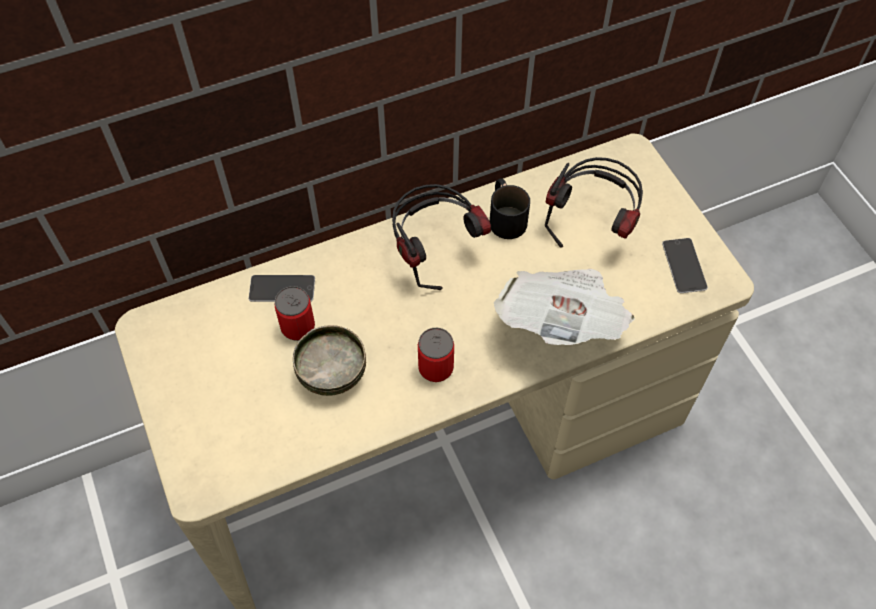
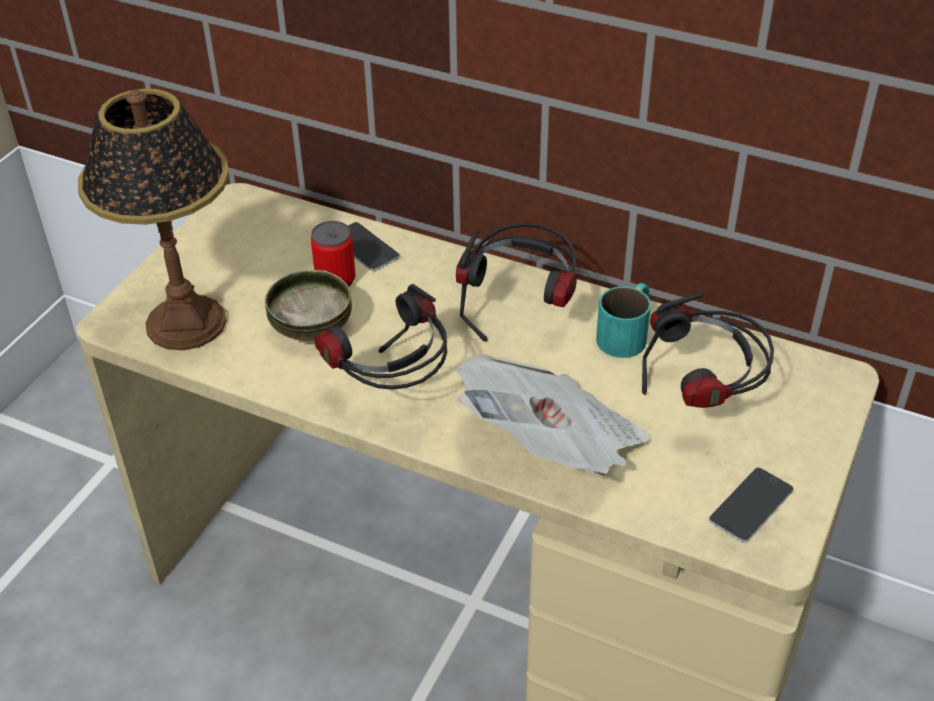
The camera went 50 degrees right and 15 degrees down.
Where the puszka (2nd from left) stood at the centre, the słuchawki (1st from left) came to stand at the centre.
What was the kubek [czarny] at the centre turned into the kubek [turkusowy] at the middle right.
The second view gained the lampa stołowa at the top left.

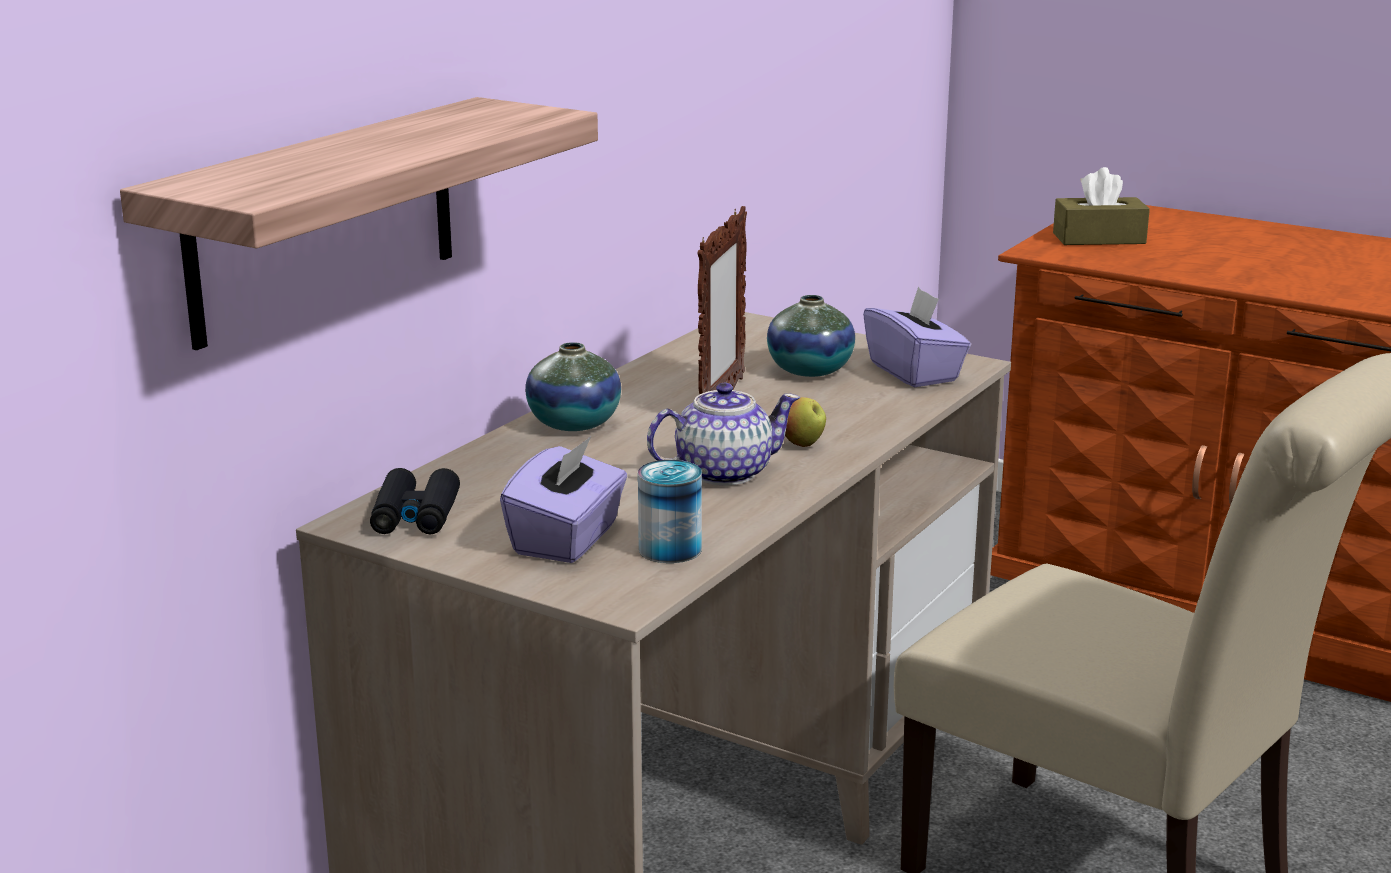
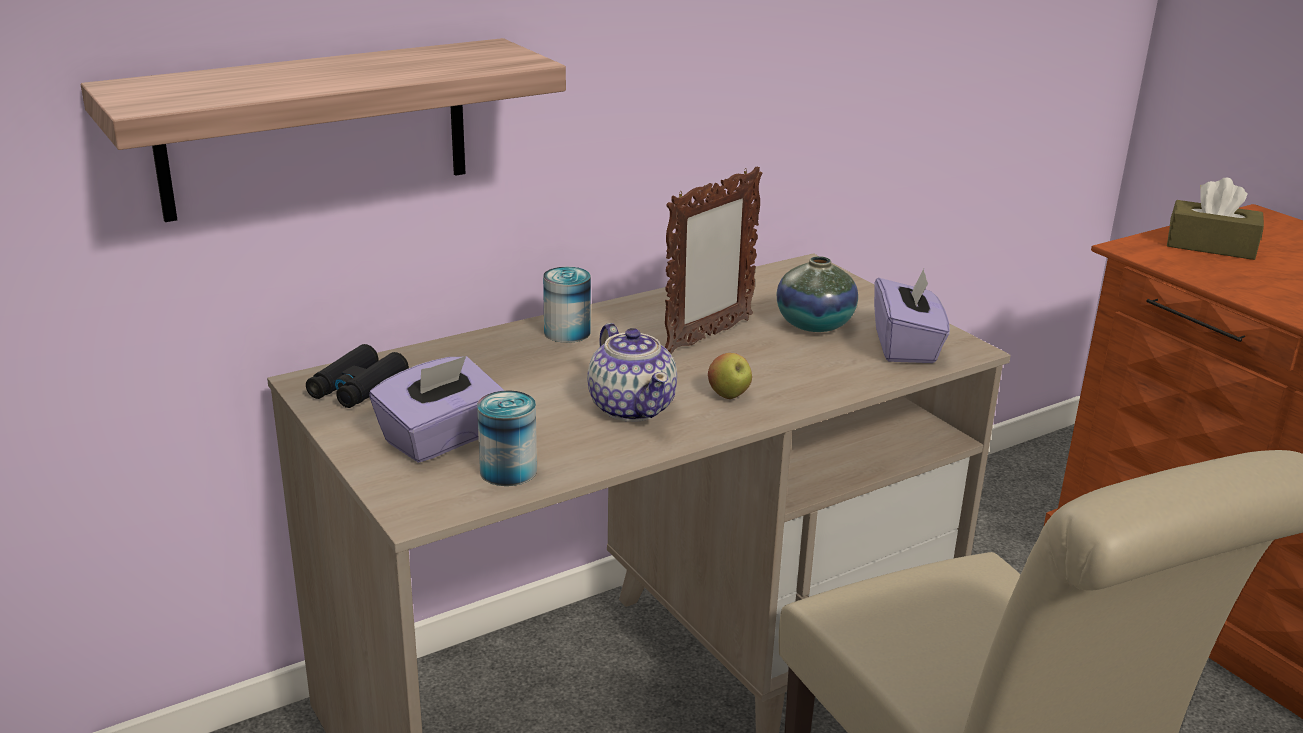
The camera went 25 degrees right and 5 degrees up.
Where the wazon (1st from left) stood at the centre, the puszka (2nd from left) came to stand at the centre.
The imbryk at the centre ended up facing another way, 60 degrees clockwise from before.

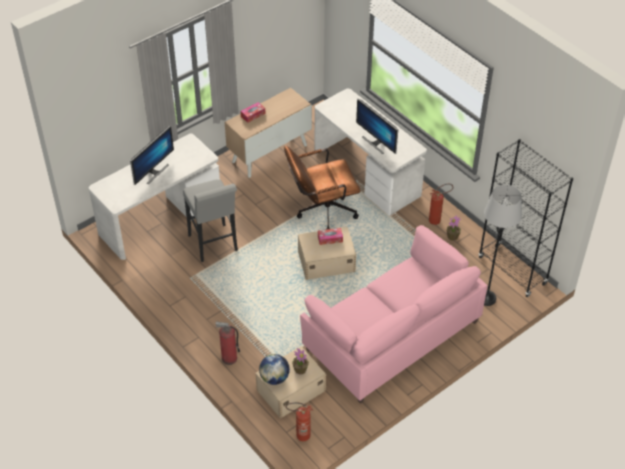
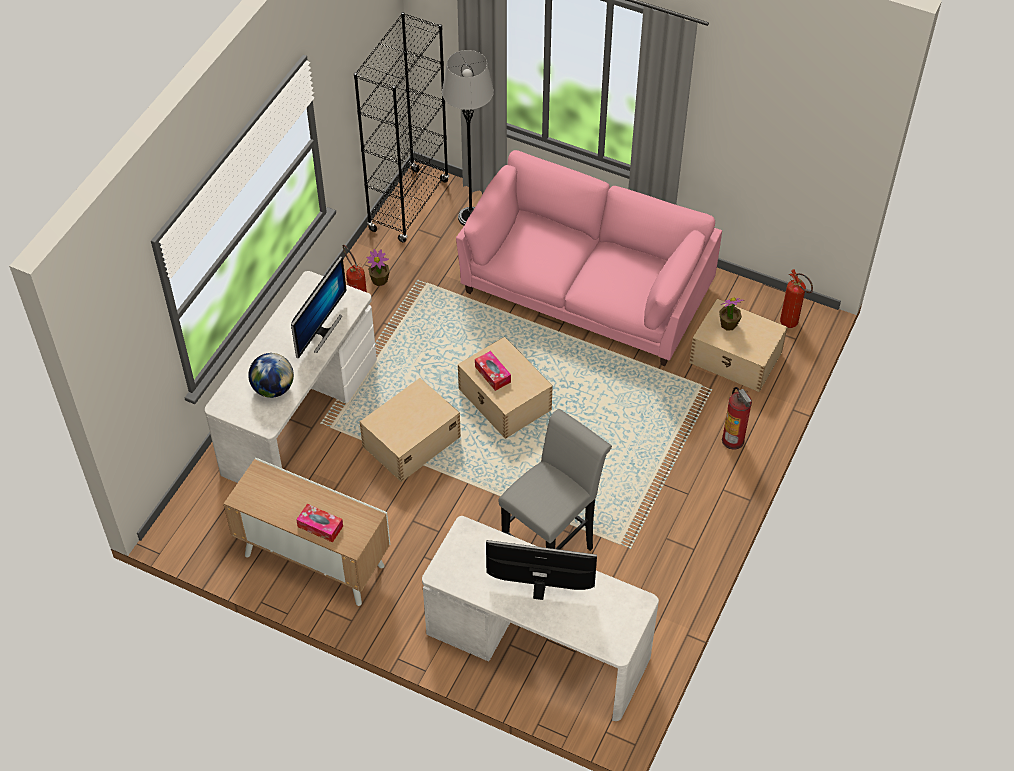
The camera went 115 degrees left and 5 degrees up.
The globus ended up elsewhere, having gone from the bottom centre to the middle left.
Where the krzesło biurowe [brązowy] stood at the centre, the pojemnik do przechowywania [beżowy] (1st from left) came to stand at the centre.

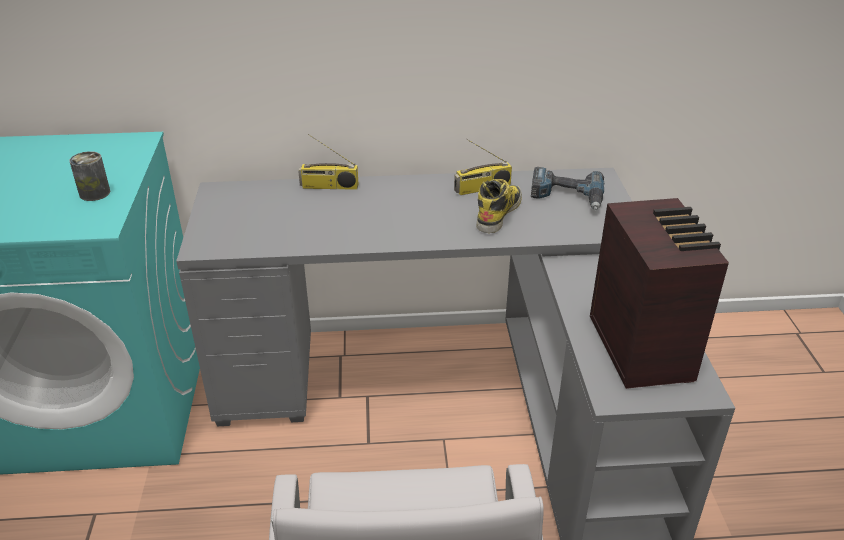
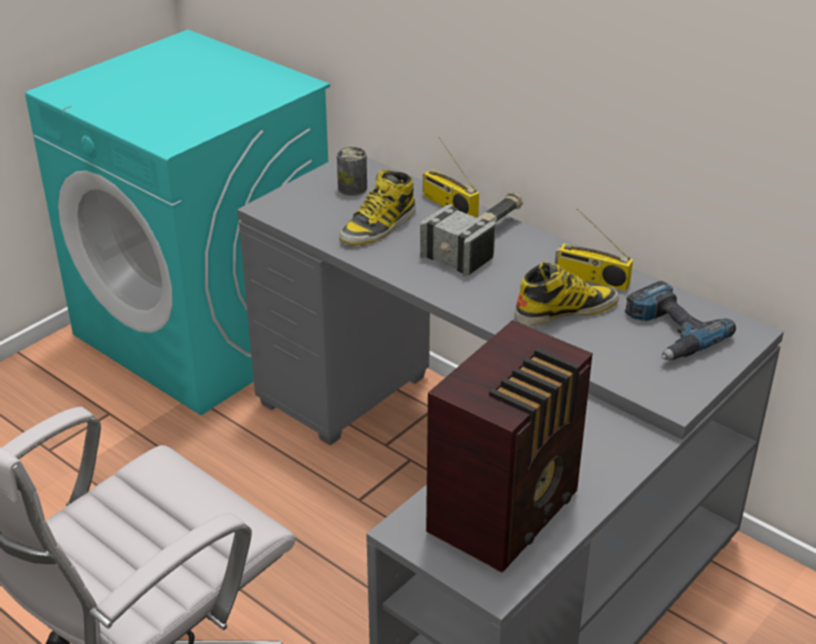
The camera went 45 degrees right and 0 degrees up.
The puszka ended up elsewhere, having gone from the top left to the top centre.
The second view gained the but z cholewką (1st from left) at the top centre.
The second view gained the młotek at the centre.

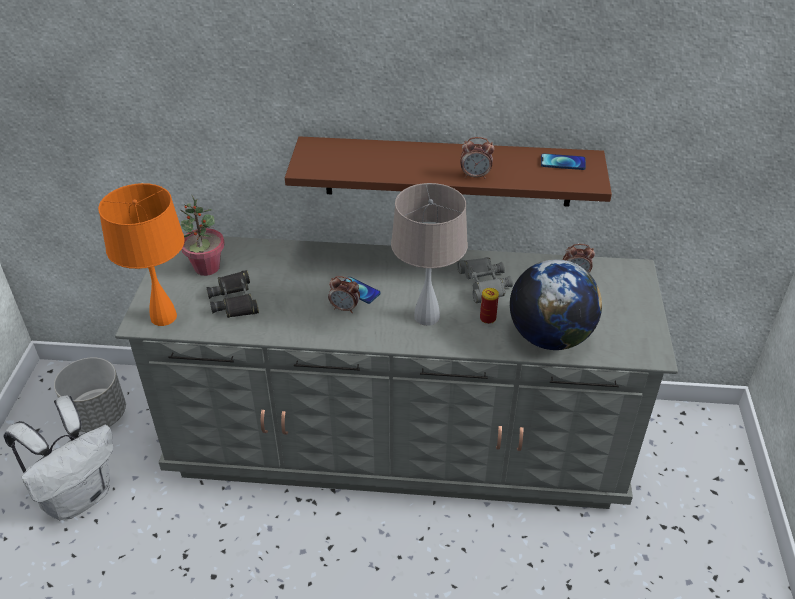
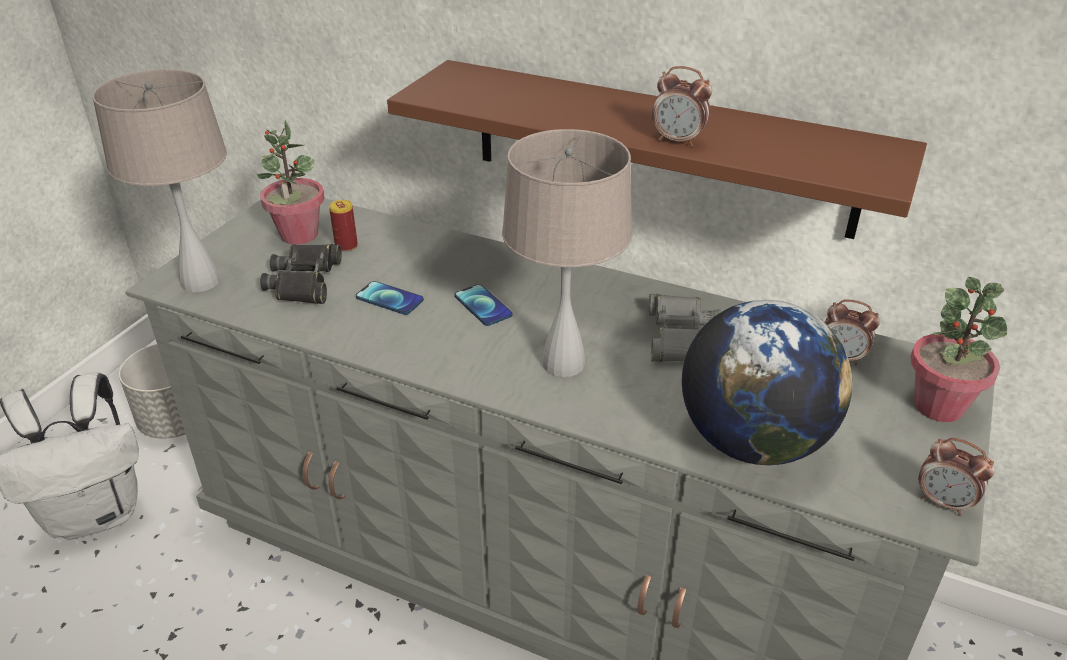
The camera went 20 degrees right and 5 degrees down.
What was the lampa stołowa [pomarańczowy] at the middle left turned into the lampa stołowa [beżowy] (1st from left) at the top left.
The budzik (1st from left in the first image) ended up elsewhere, having gone from the centre to the bottom right.
The puszka ended up elsewhere, having gone from the centre to the middle left.
The telefon (2nd from left in the first image) ended up elsewhere, having gone from the top right to the centre.
The second view gained the roślina doniczkowa (2nd from left) at the middle right.

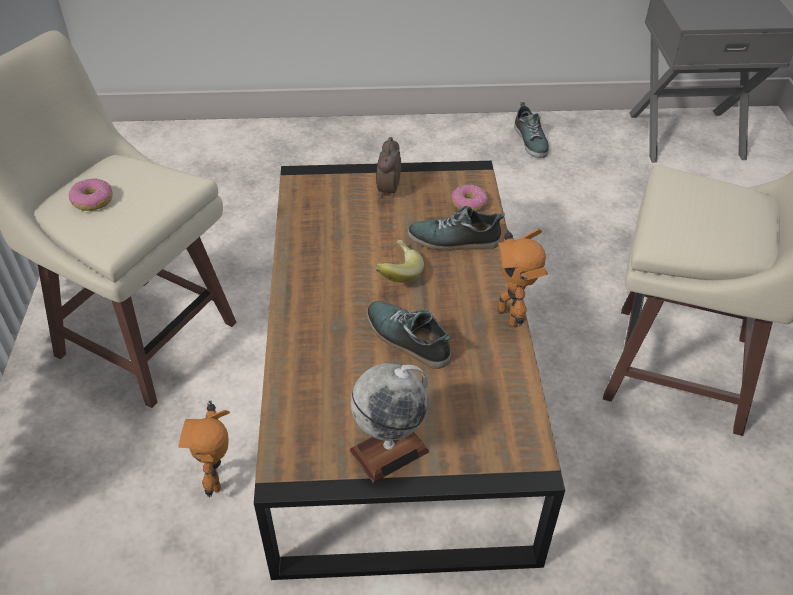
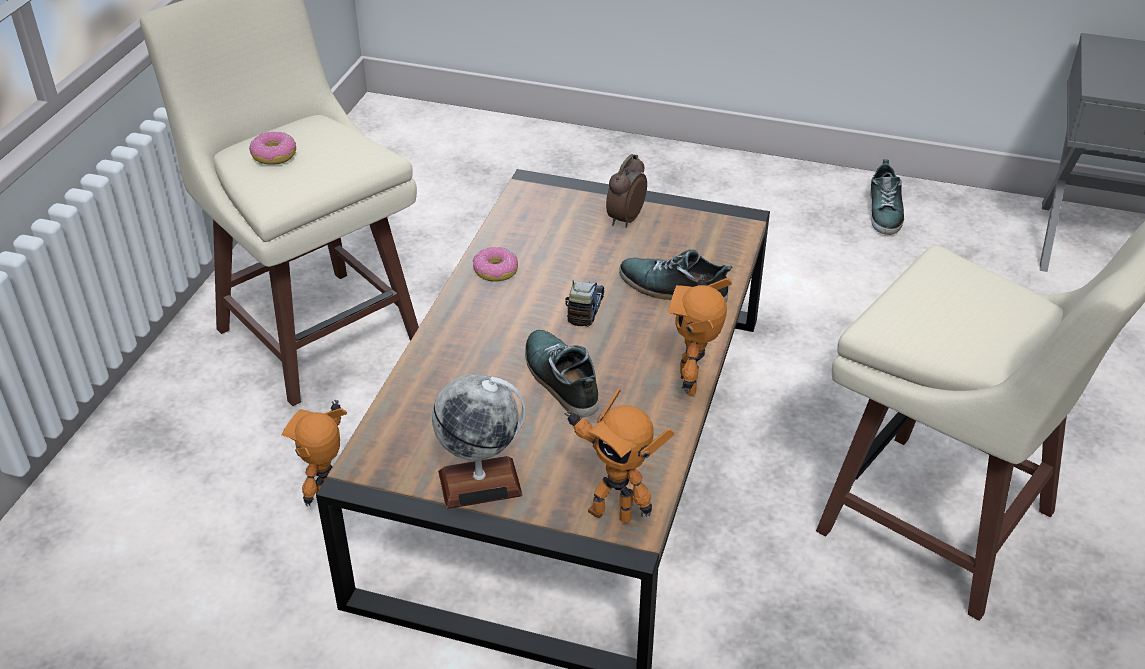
The camera went 20 degrees right and 5 degrees down.
Where the banan stood at the centre, the ciężarówka zabawkowa came to stand at the centre.
The donut (2nd from left) ended up elsewhere, having gone from the top centre to the centre.
The second view gained the robot zabawkowy (2nd from left) at the bottom centre.

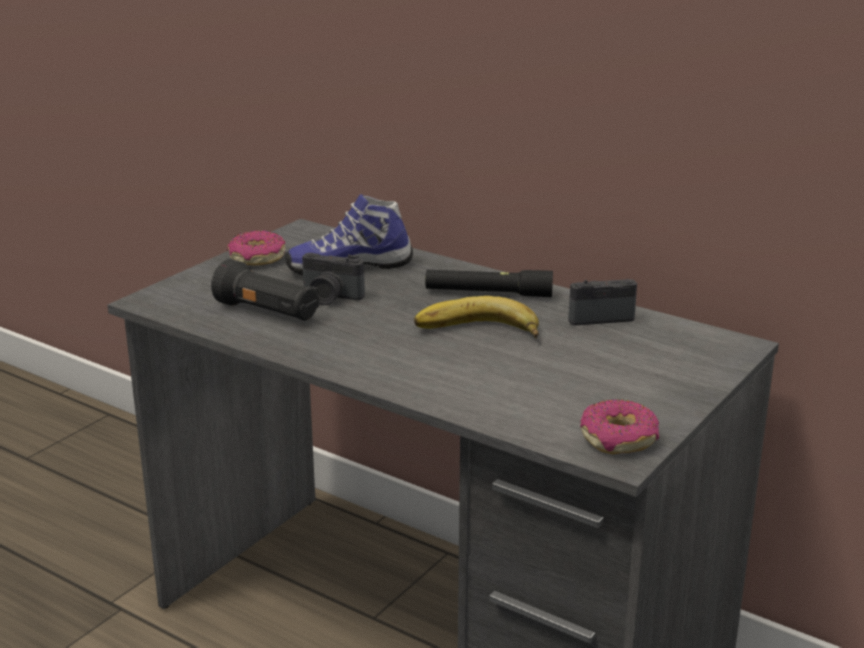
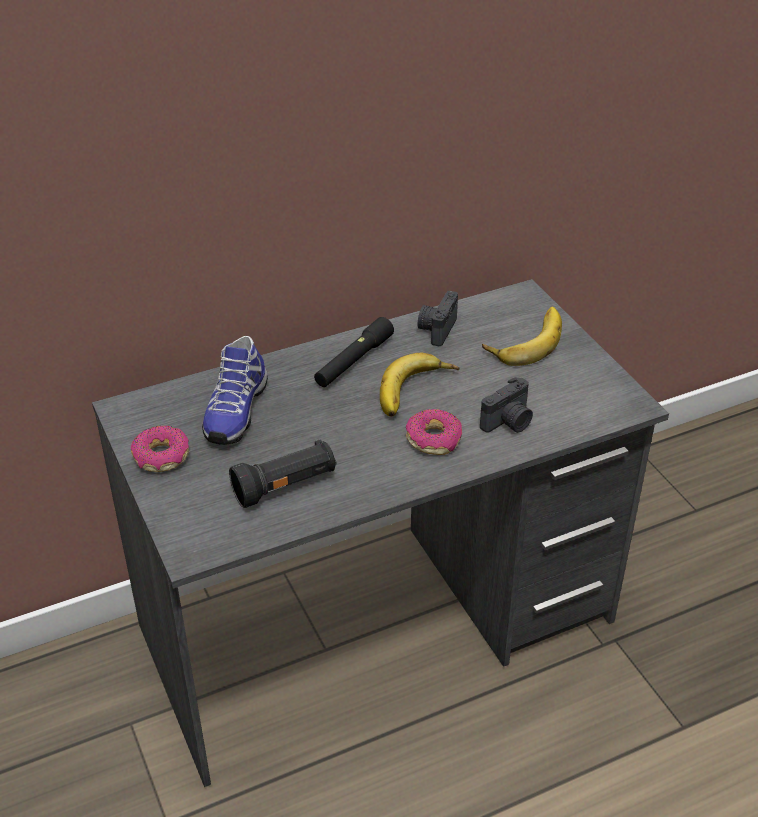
The camera went 60 degrees left and 15 degrees up.
The aparat fotograficzny (1st from left in the first image) ended up elsewhere, having gone from the centre to the middle right.
The donut (2nd from left) ended up elsewhere, having gone from the middle right to the centre.
The second view gained the banan (2nd from left) at the middle right.

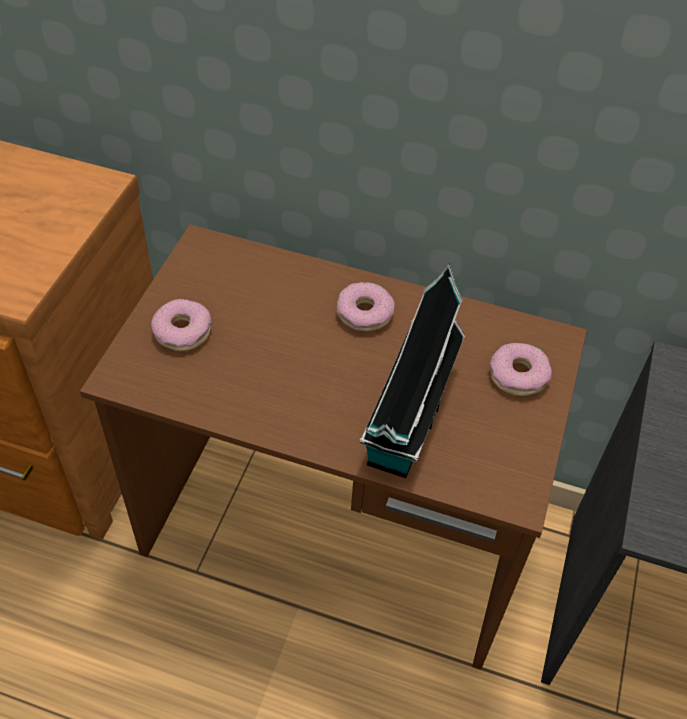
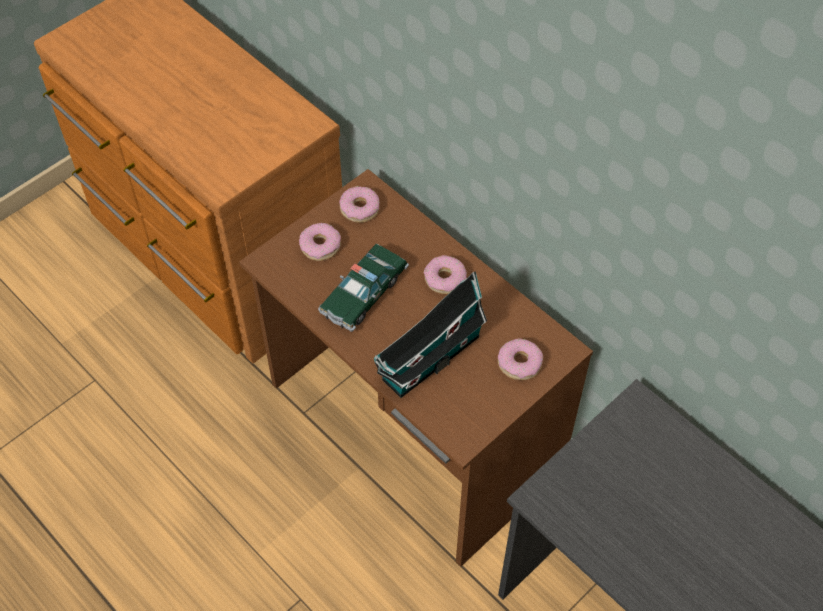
The camera went 30 degrees right and 5 degrees up.
The second view gained the samochodzik at the centre.
The second view gained the donut (2nd from left) at the centre.

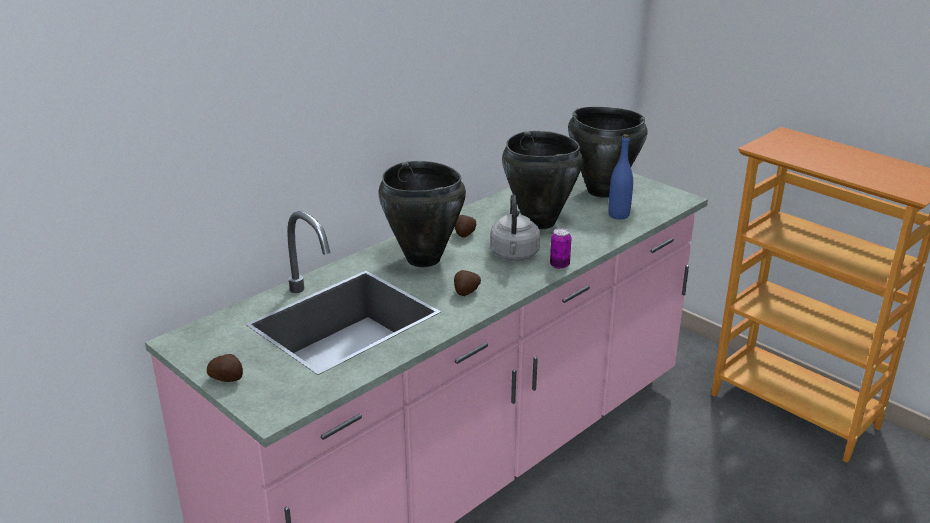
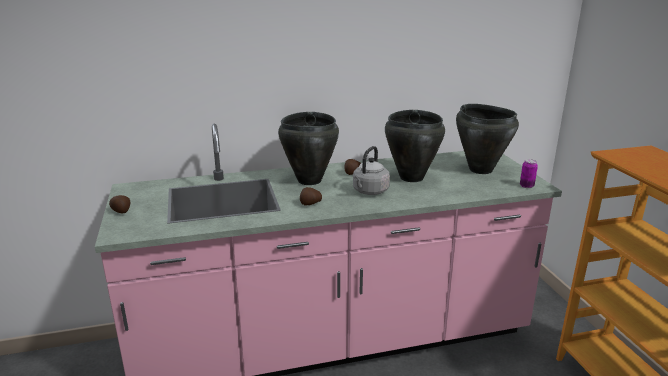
The camera went 30 degrees right and 5 degrees down.
The puszka ended up elsewhere, having gone from the centre to the middle right.
The second view lost the butelka [niebieski] at the middle right.

